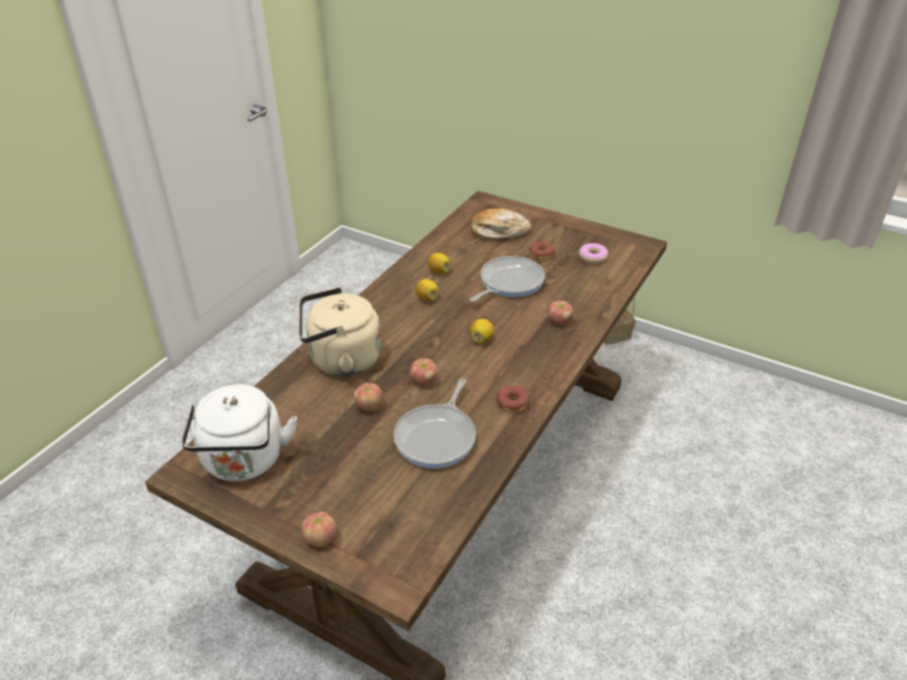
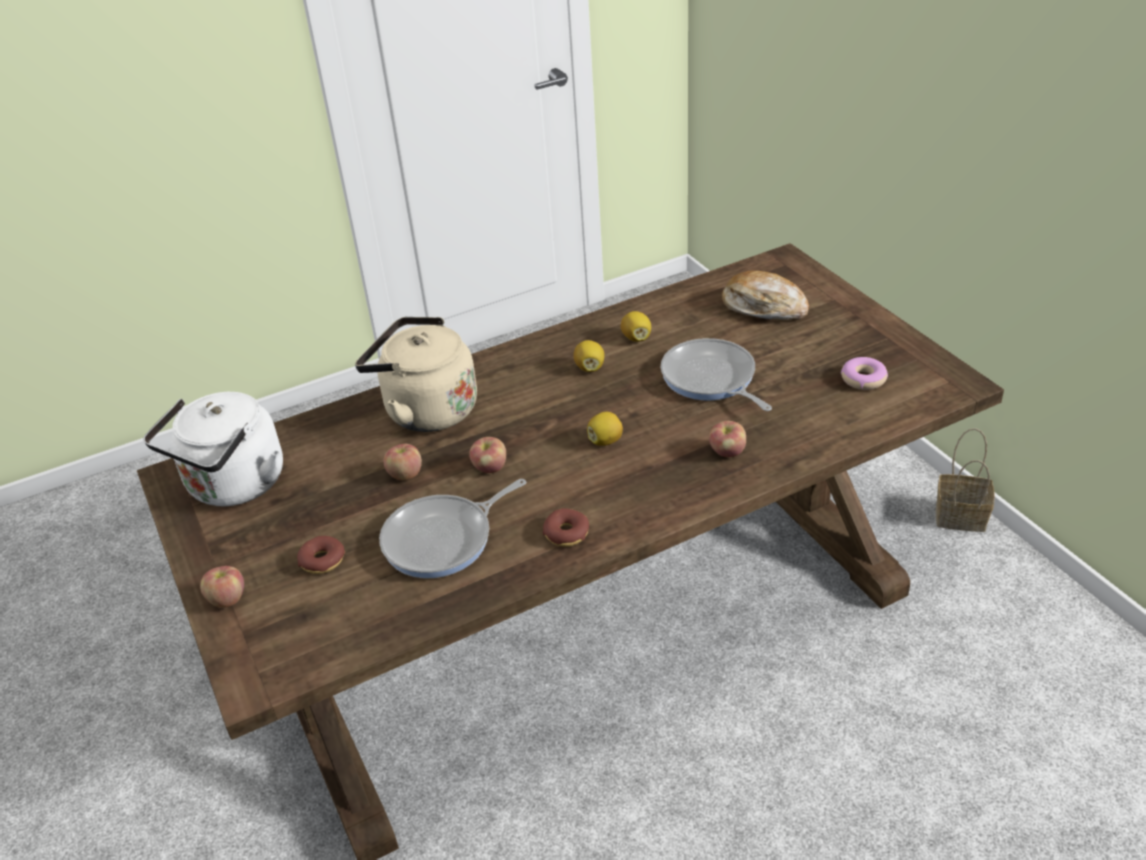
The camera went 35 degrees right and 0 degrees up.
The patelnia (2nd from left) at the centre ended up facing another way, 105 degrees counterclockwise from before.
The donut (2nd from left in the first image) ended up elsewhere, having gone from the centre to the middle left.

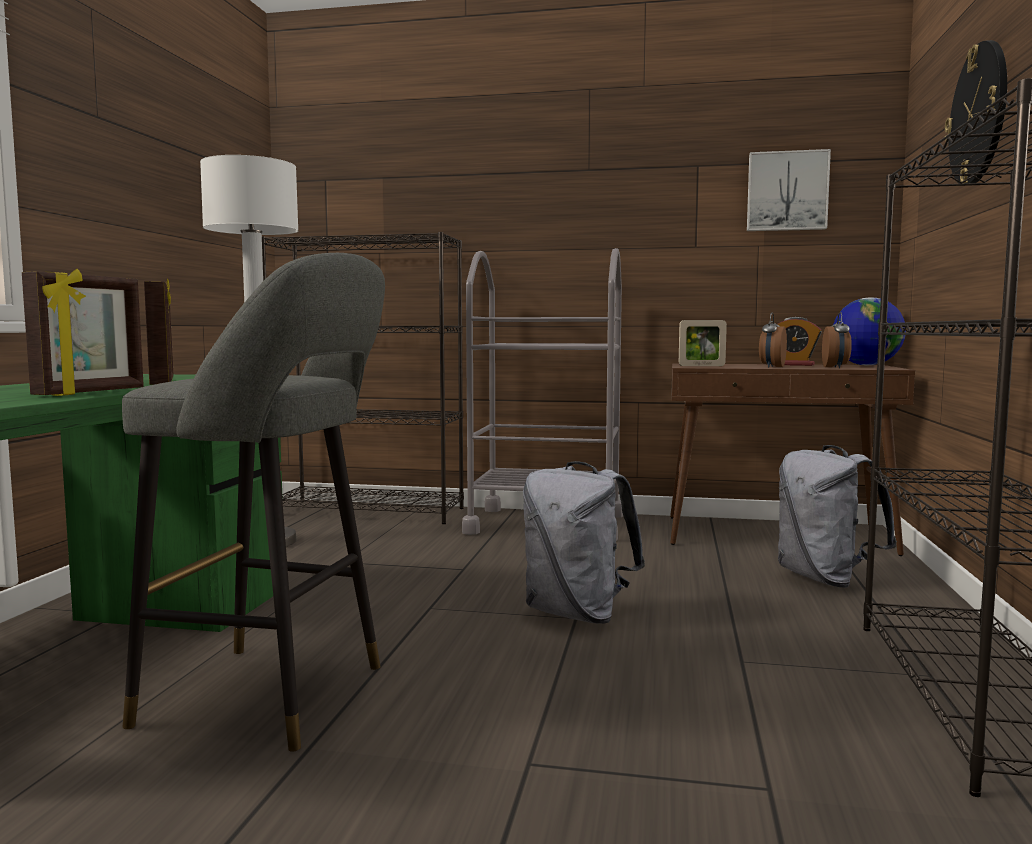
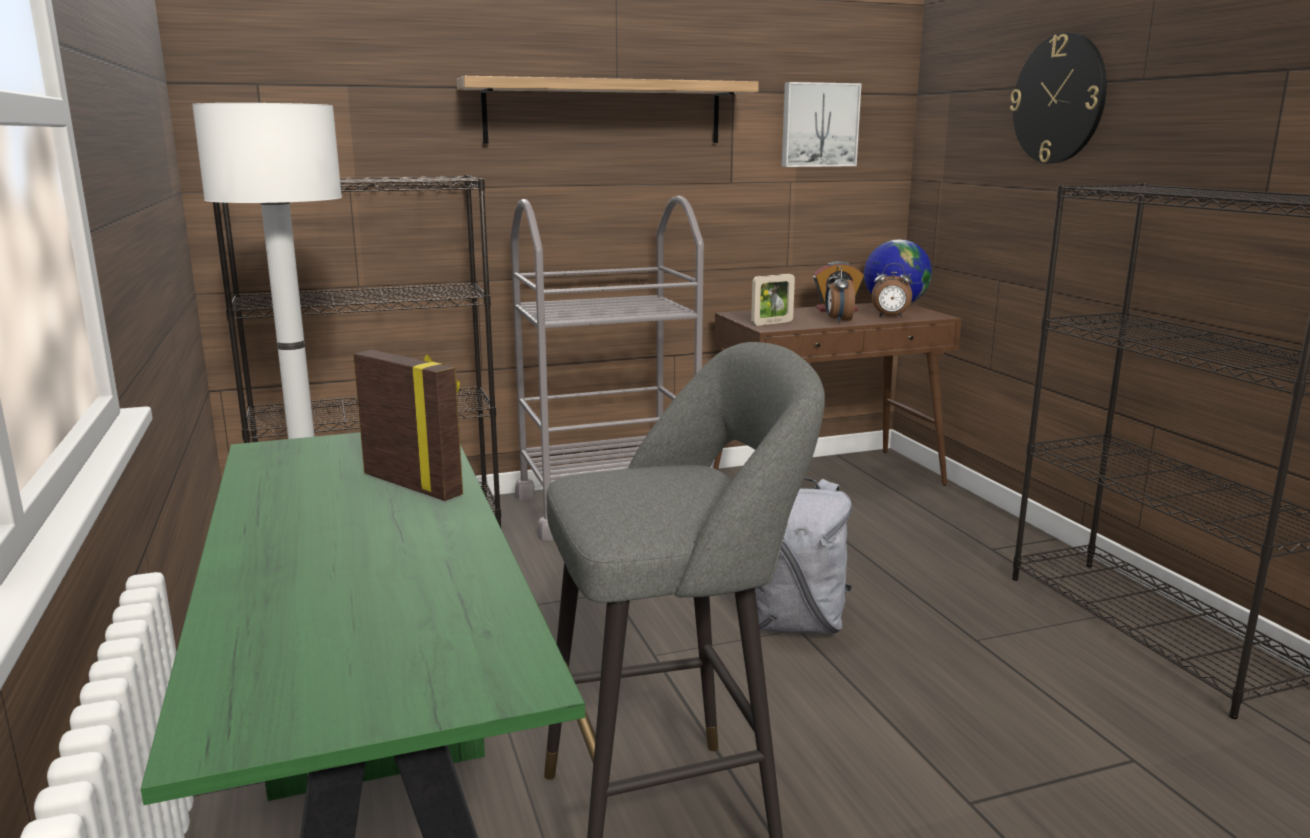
The camera went 30 degrees left and 10 degrees up.
The second view lost the ramka na zdjęcie (1st from left) at the middle left.
The second view lost the plecak [szary] (2nd from left) at the middle right.
The budzik (3rd from left) at the middle right ended up facing another way, 120 degrees clockwise from before.
The second view gained the półka at the top centre.

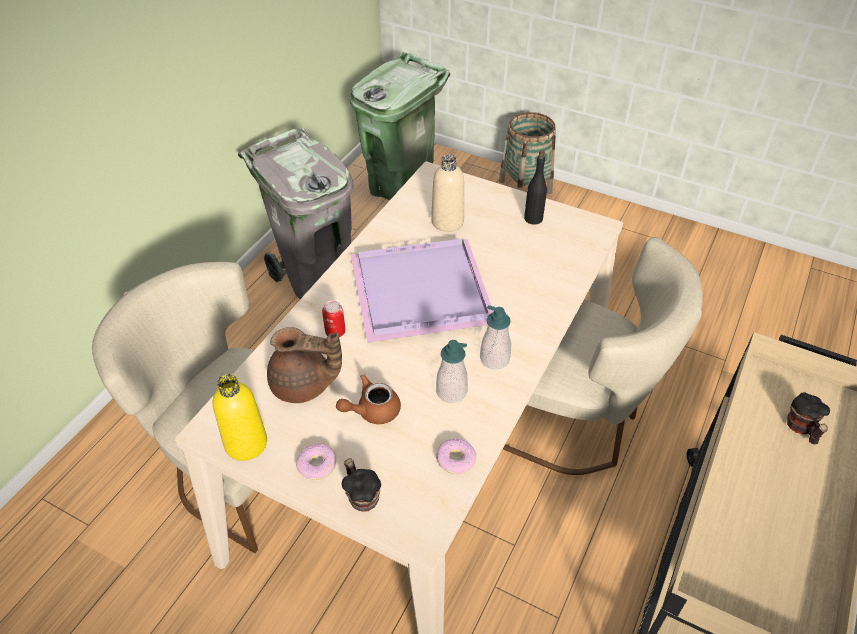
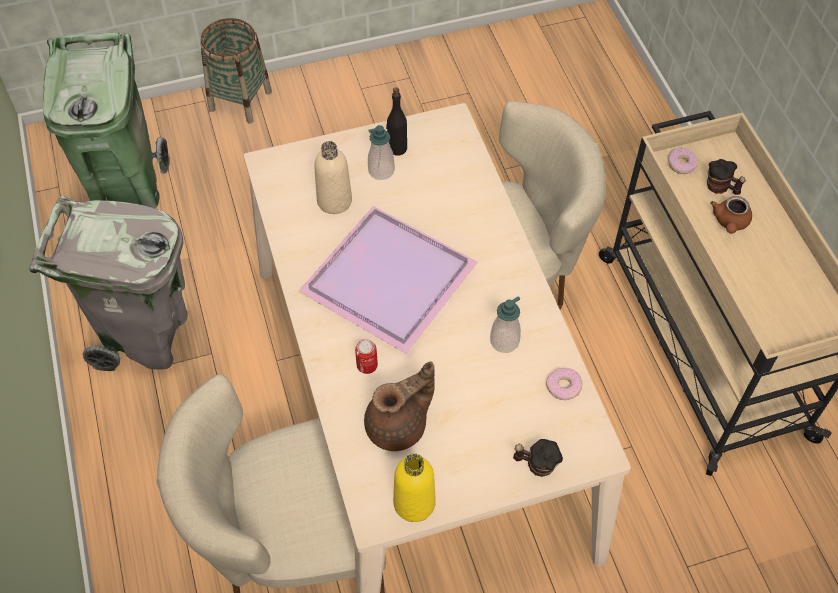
The camera went 45 degrees left and 10 degrees up.
The donut (1st from left in the first image) ended up elsewhere, having gone from the bottom centre to the top right.
The imbryk [brązowy] (2nd from left) ended up elsewhere, having gone from the centre to the middle right.
The dozownik mydła (2nd from left in the first image) ended up elsewhere, having gone from the centre to the top centre.

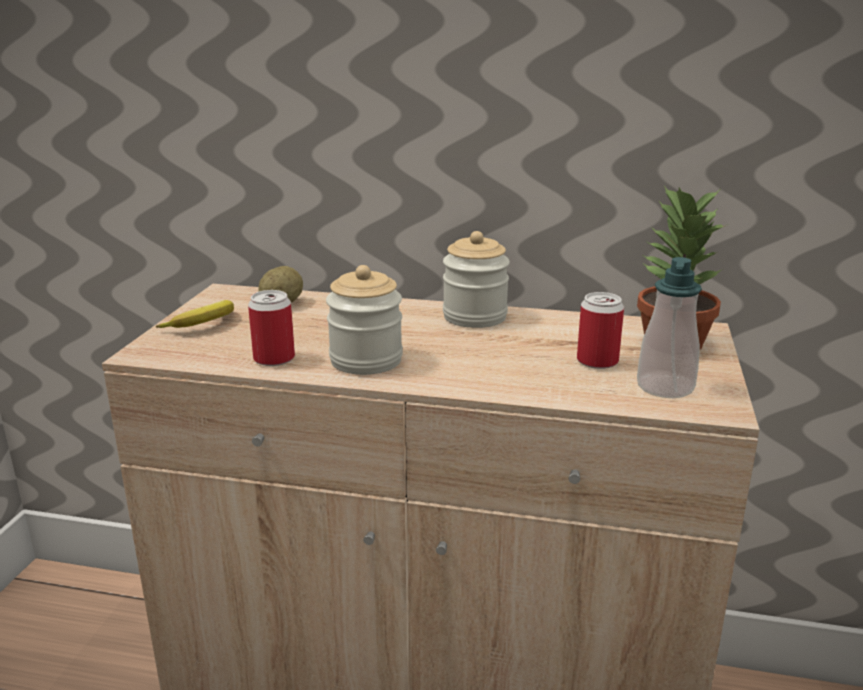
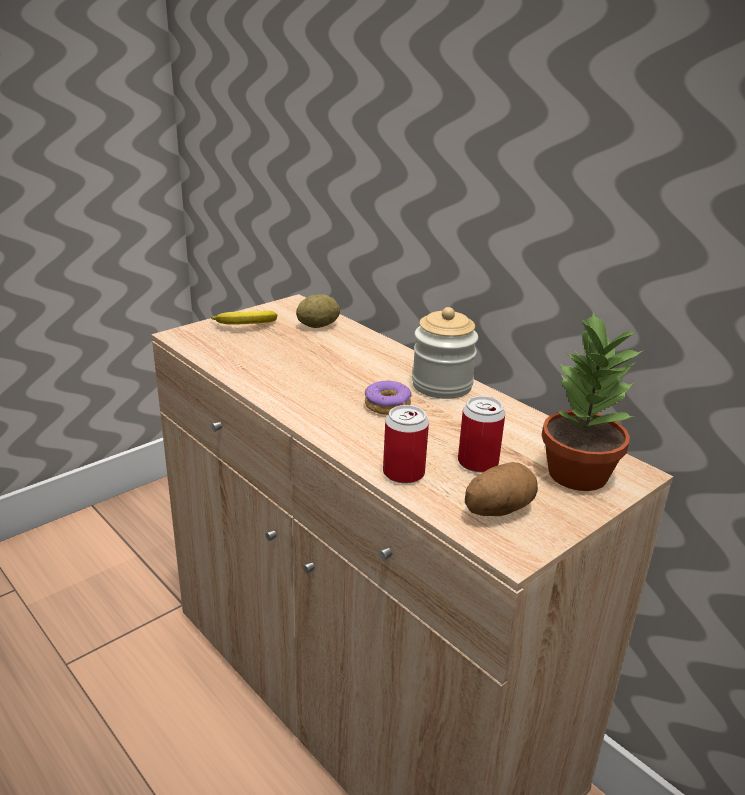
The camera went 35 degrees right and 5 degrees up.
The puszka (1st from left) ended up elsewhere, having gone from the middle left to the centre.
The second view lost the słoik (1st from left) at the centre.
Where the dozownik mydła stood at the middle right, the ziemniak (2nd from left) came to stand at the middle right.
The second view gained the donut at the centre.

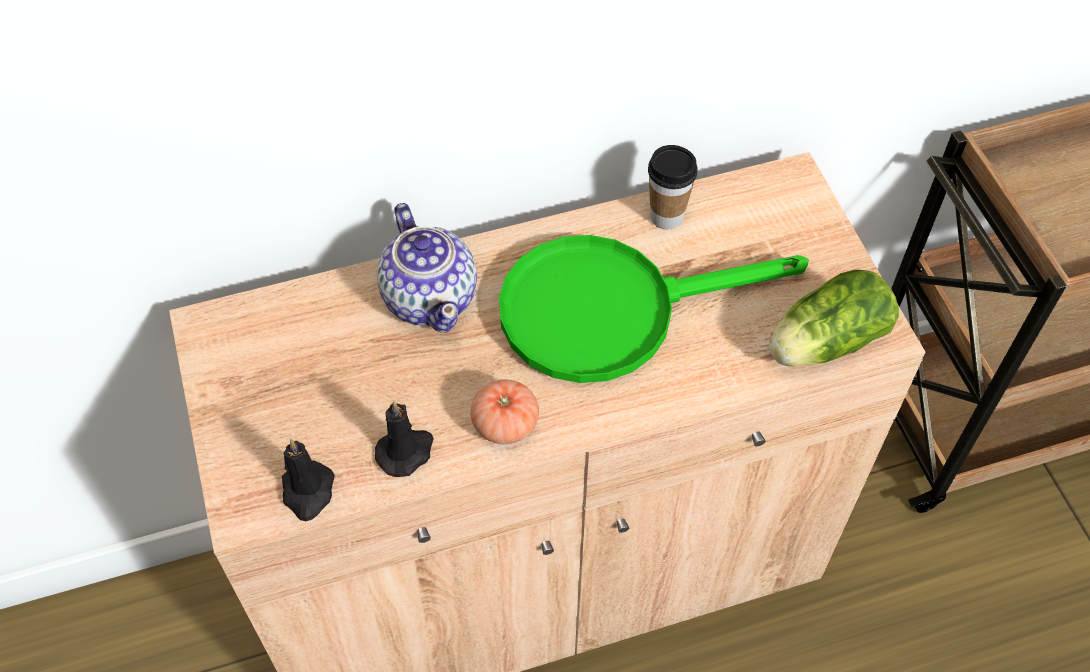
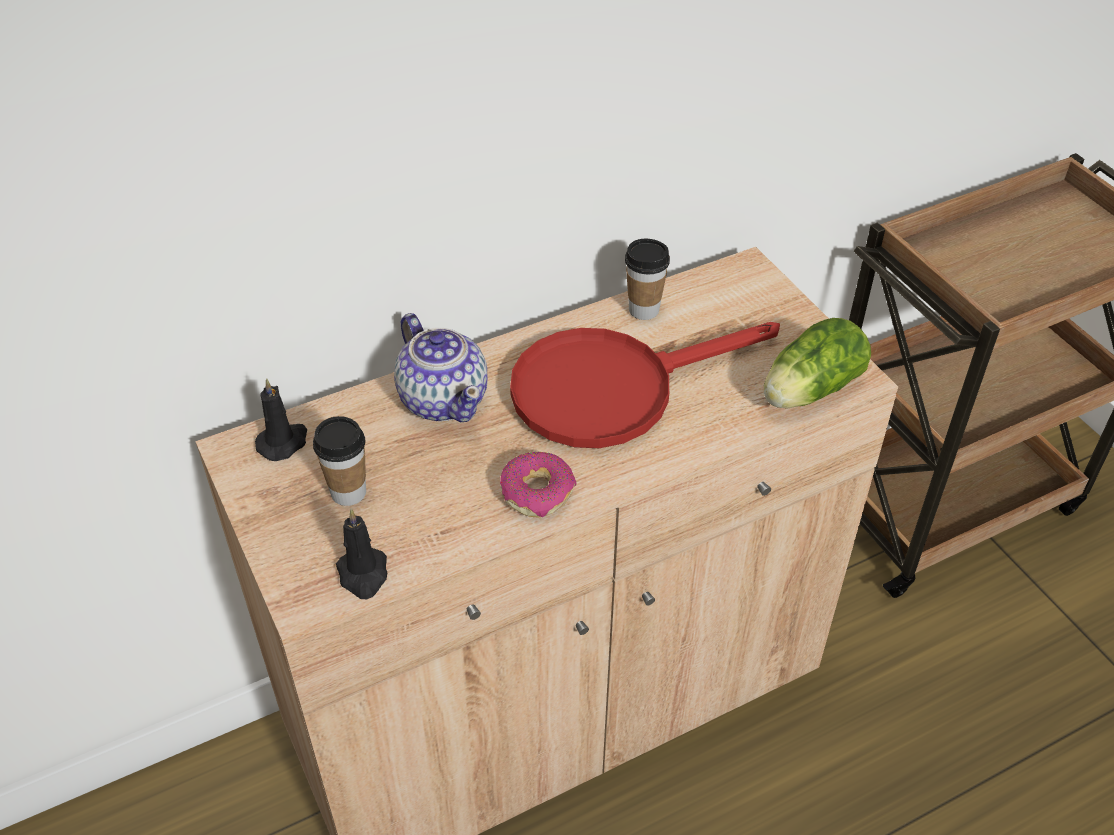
The camera went 10 degrees left and 10 degrees down.
The świeca [czarny] (2nd from left in the first image) ended up elsewhere, having gone from the centre to the middle left.
Where the pomidor stood at the centre, the donut came to stand at the centre.
What was the patelnia [zielony] at the centre turned into the patelnia [czerwony] at the centre.
The second view gained the filiżanka (1st from left) at the middle left.

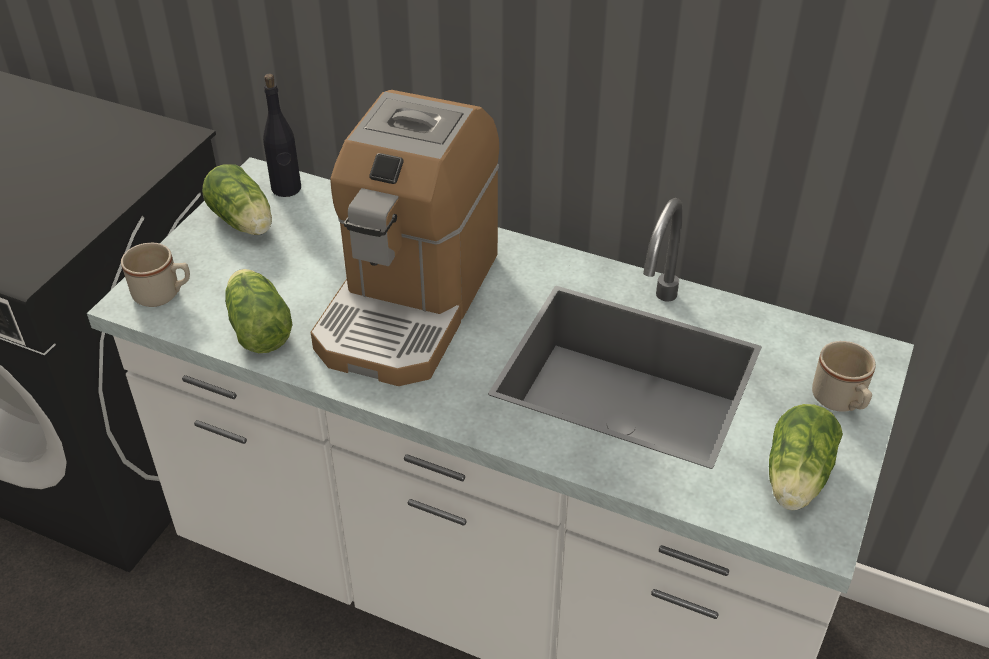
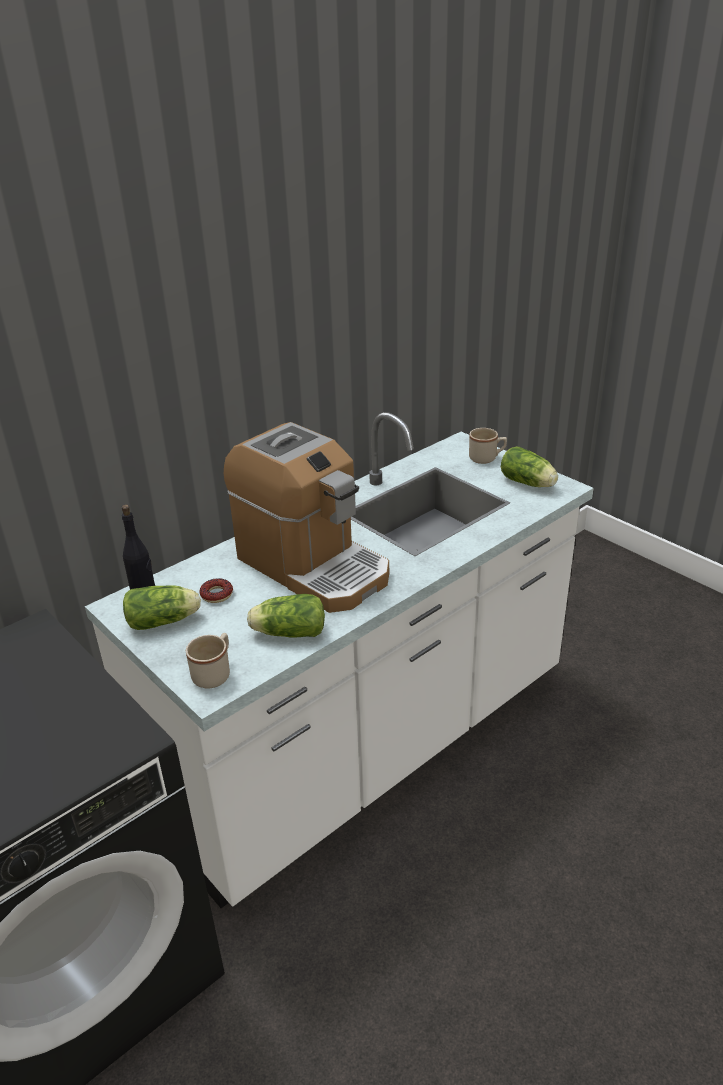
The camera went 65 degrees left and 10 degrees down.
The second view gained the donut at the middle left.

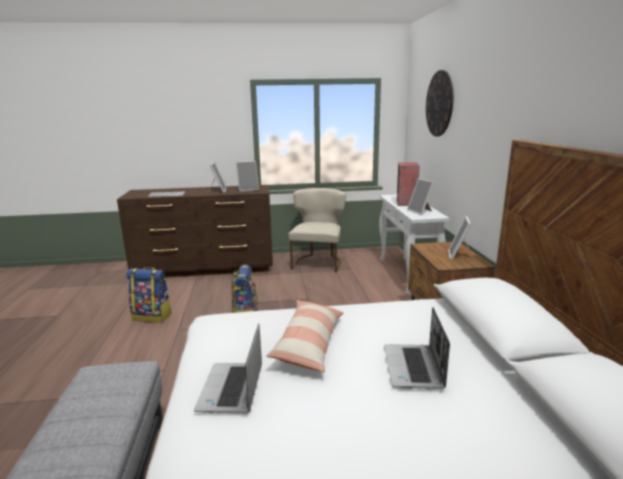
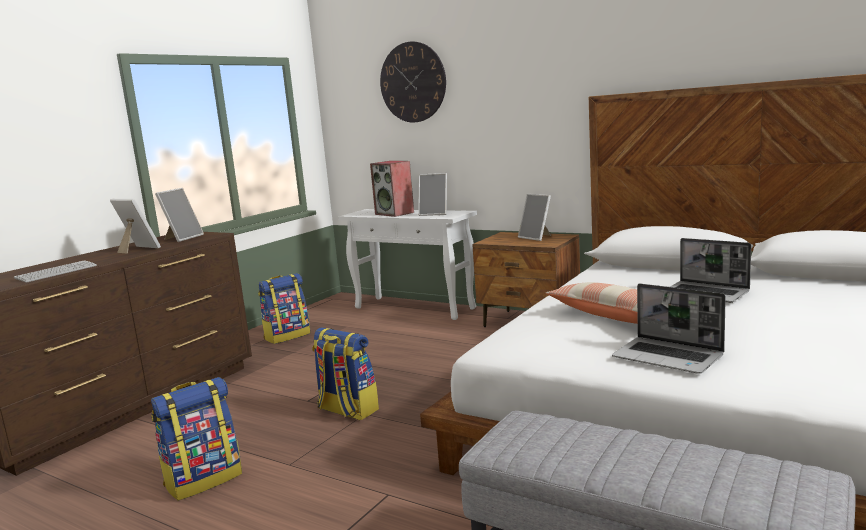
The camera went 50 degrees left and 5 degrees down.
Where the krzesło [beżowy] stood at the centre, the plecak (2nd from left) came to stand at the middle left.

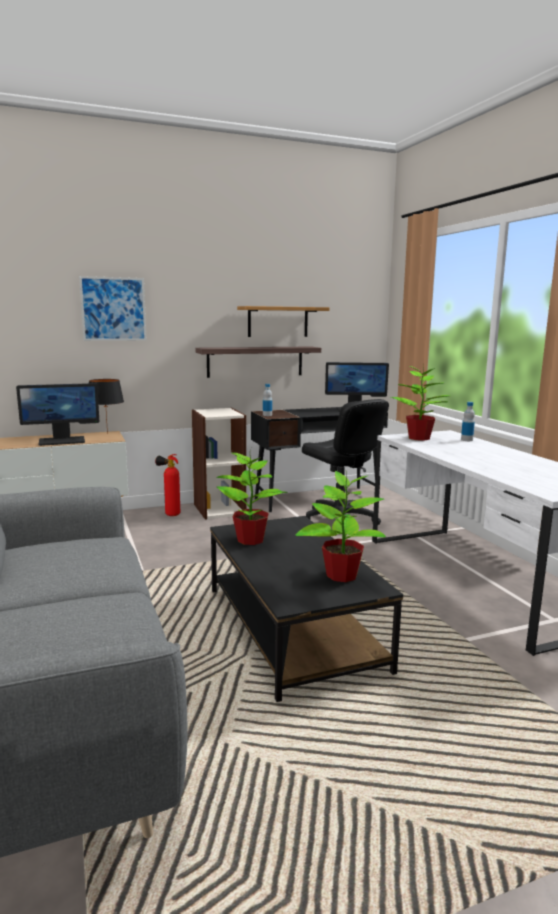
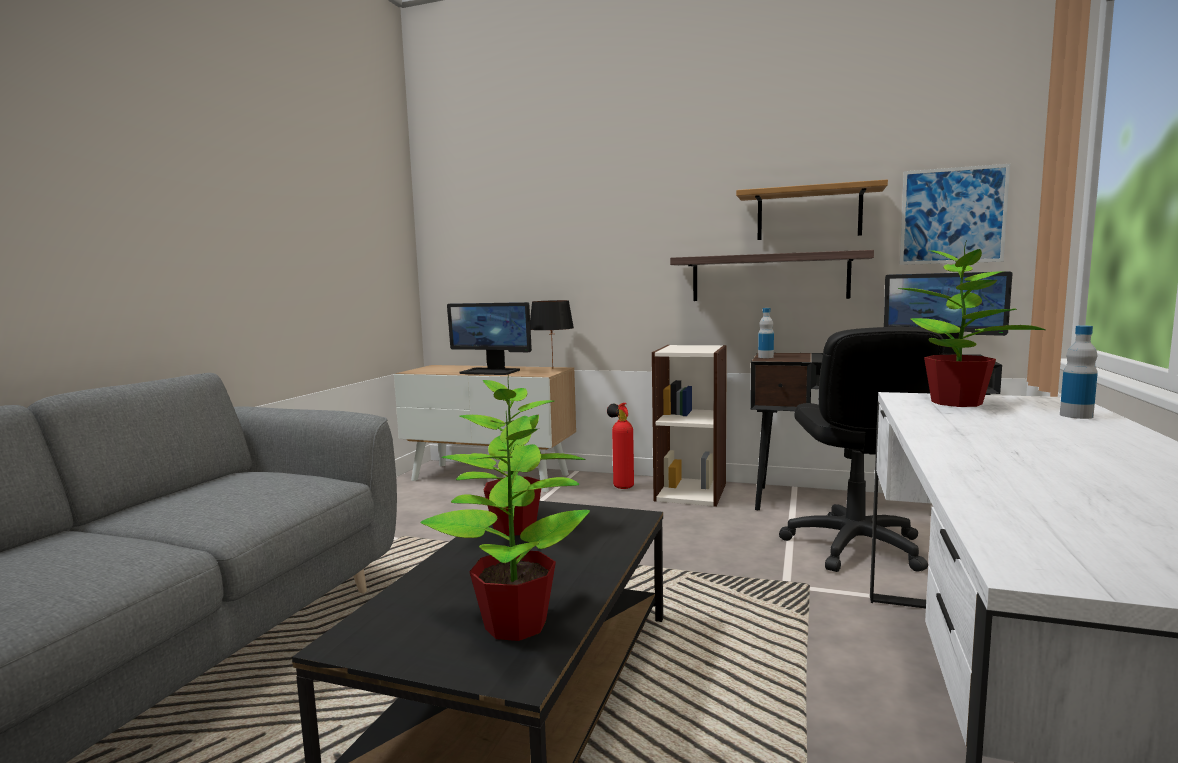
The camera went 40 degrees right and 5 degrees down.
The obraz ended up elsewhere, having gone from the middle left to the top right.

